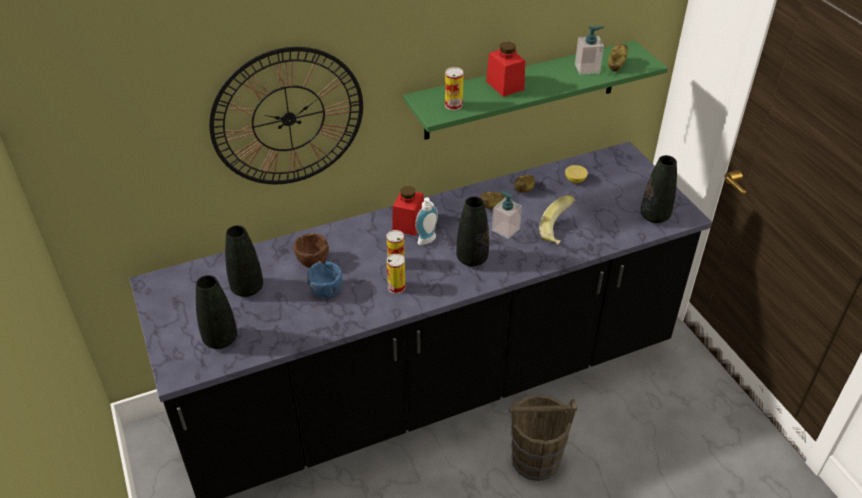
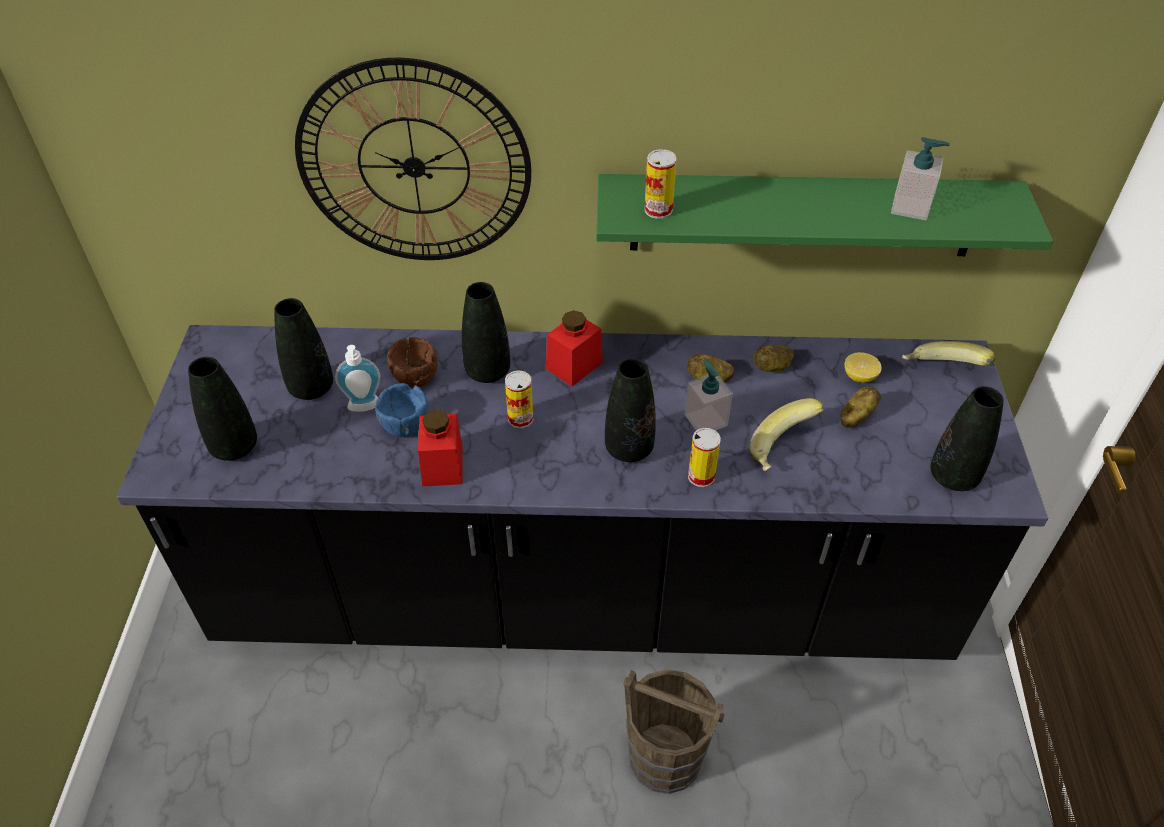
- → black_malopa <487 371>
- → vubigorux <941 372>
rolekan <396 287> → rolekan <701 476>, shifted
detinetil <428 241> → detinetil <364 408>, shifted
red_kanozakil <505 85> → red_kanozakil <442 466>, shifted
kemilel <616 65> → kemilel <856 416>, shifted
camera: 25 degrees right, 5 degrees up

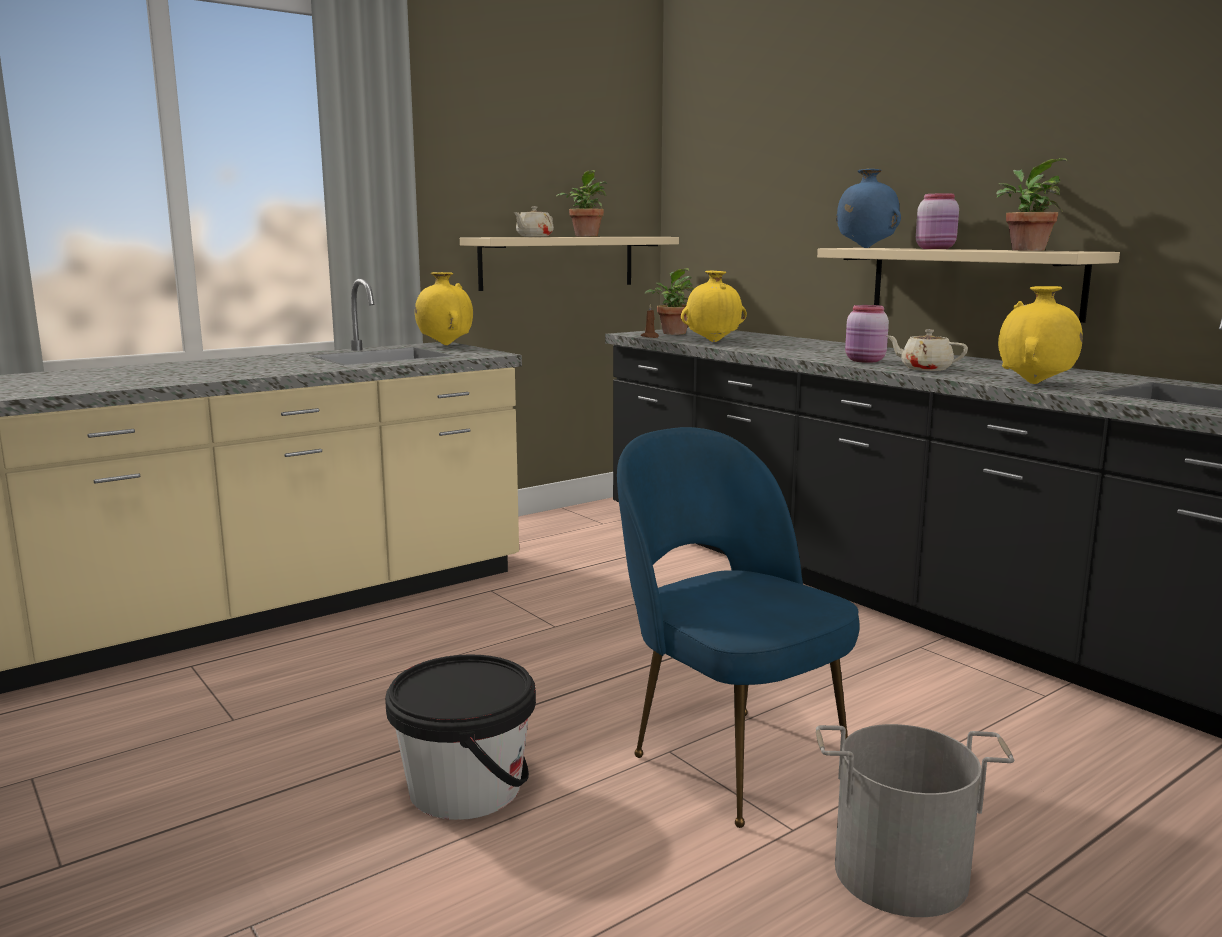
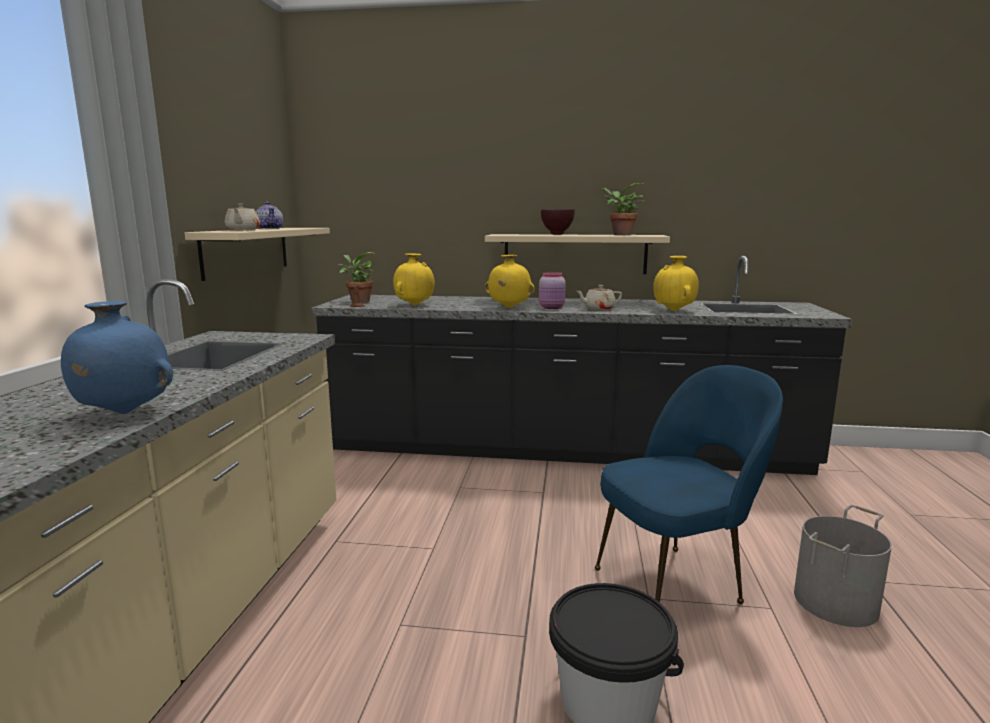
yellow_malopa <445 345> → yellow_malopa <509 308>, shifted
blue_malopa <865 248> → blue_malopa <123 413>, shifted
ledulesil <585 236> → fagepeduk <270 228>
pink_kanozakil <936 248> → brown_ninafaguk <558 234>
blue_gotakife <729 757> → blue_gotakife <676 583>, 150 degrees clockwise
camera: 45 degrees left, 0 degrees up

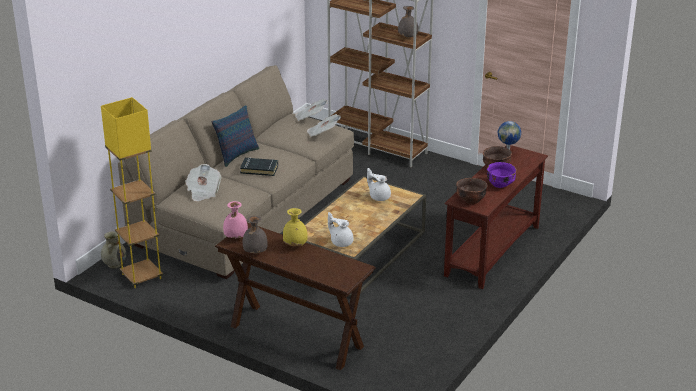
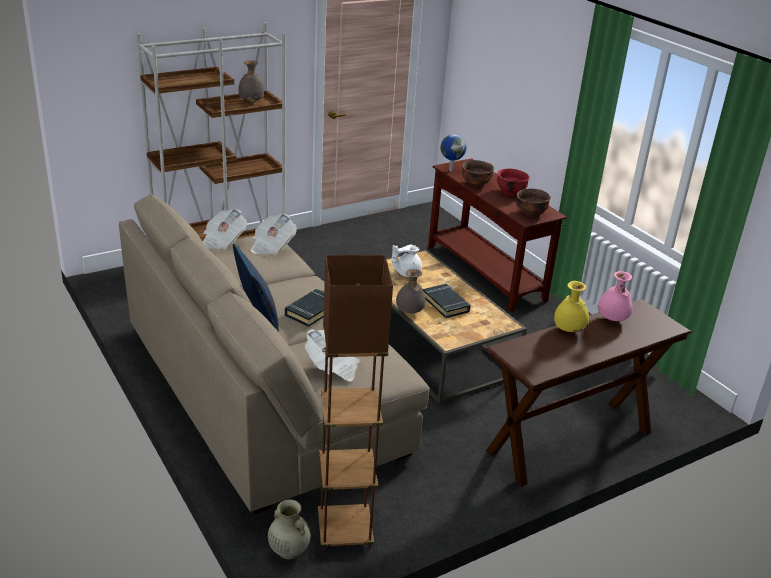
white_fagepeduk <341 242> → -
- → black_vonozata <446 304>
pink_malopa <235 237> → pink_malopa <612 320>, shifted
grey_malopa <254 252> → grey_malopa <409 312>, shifted
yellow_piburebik <141 276> → brown_piburebik <345 531>
purple_ninafaguk <500 184> → red_ninafaguk <510 192>
camera: 65 degrees left, 0 degrees up

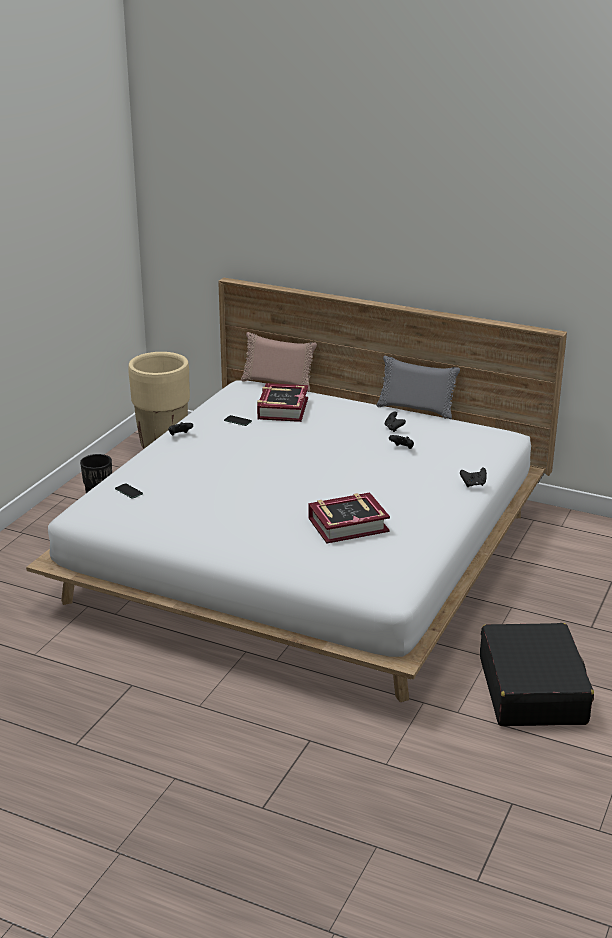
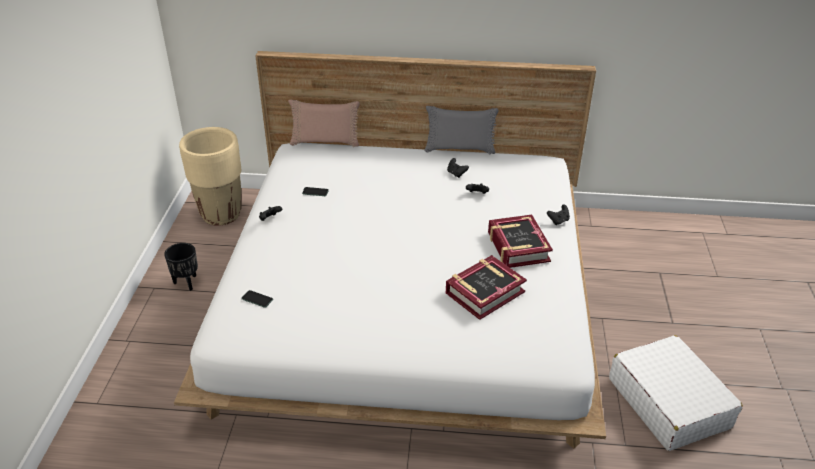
vonozata <282 409> → vonozata <517 247>, shifted
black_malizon <532 690> → white_malizon <668 402>
camera: 20 degrees left, 10 degrees up

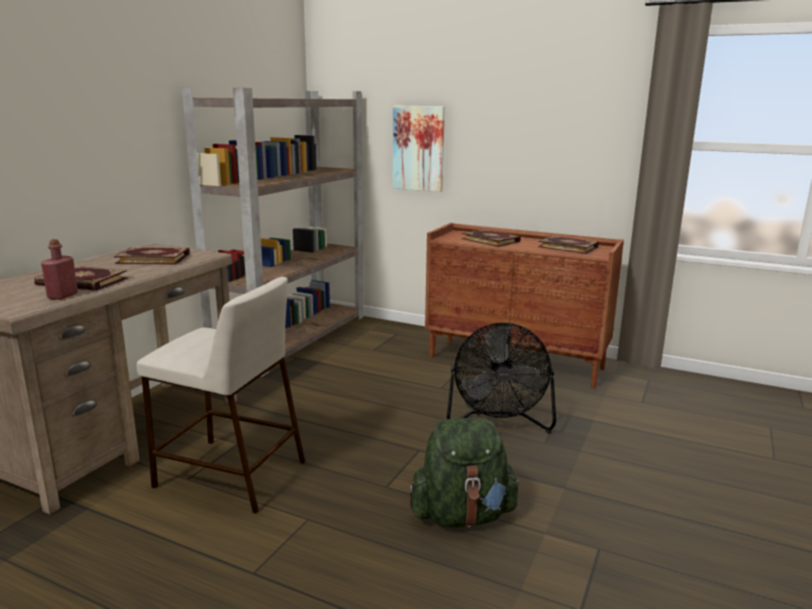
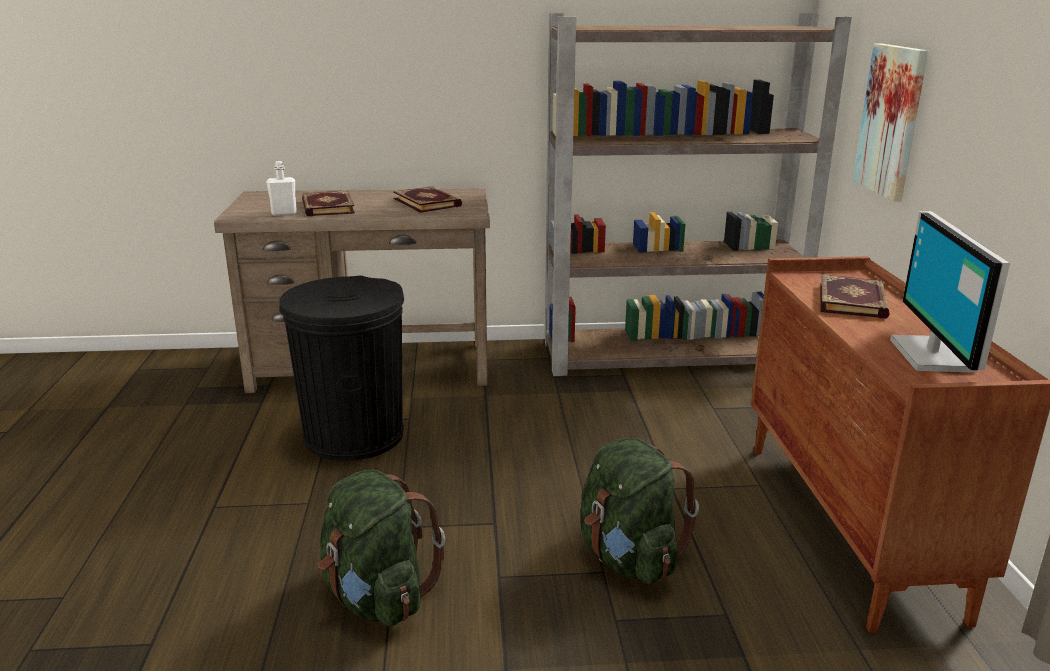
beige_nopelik <229 474> → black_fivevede <353 435>
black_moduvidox <494 421> → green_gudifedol <629 558>
vonozata <568 247> → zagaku <935 355>
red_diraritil <62 296> → white_diraritil <284 213>
camera: 60 degrees right, 5 degrees up

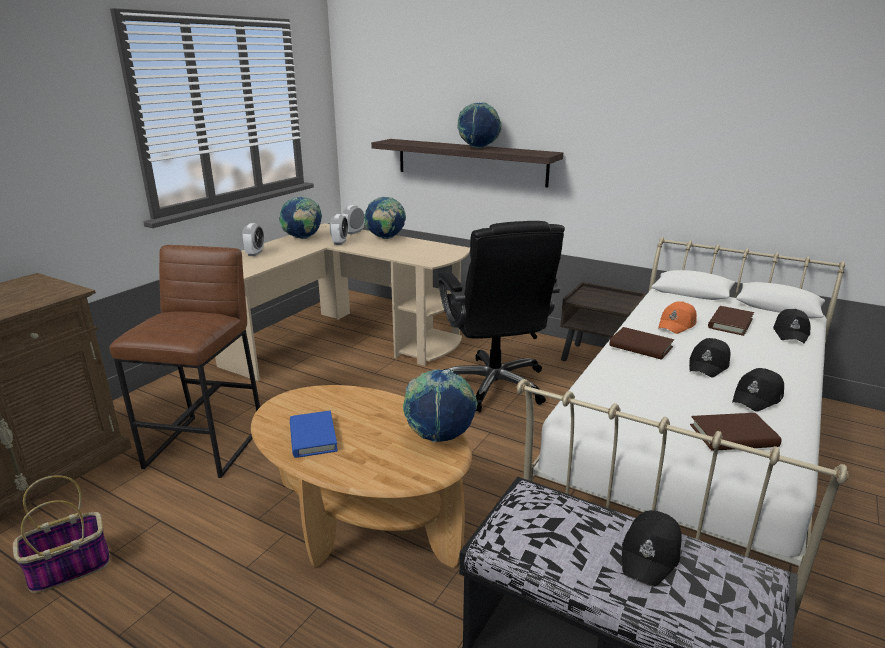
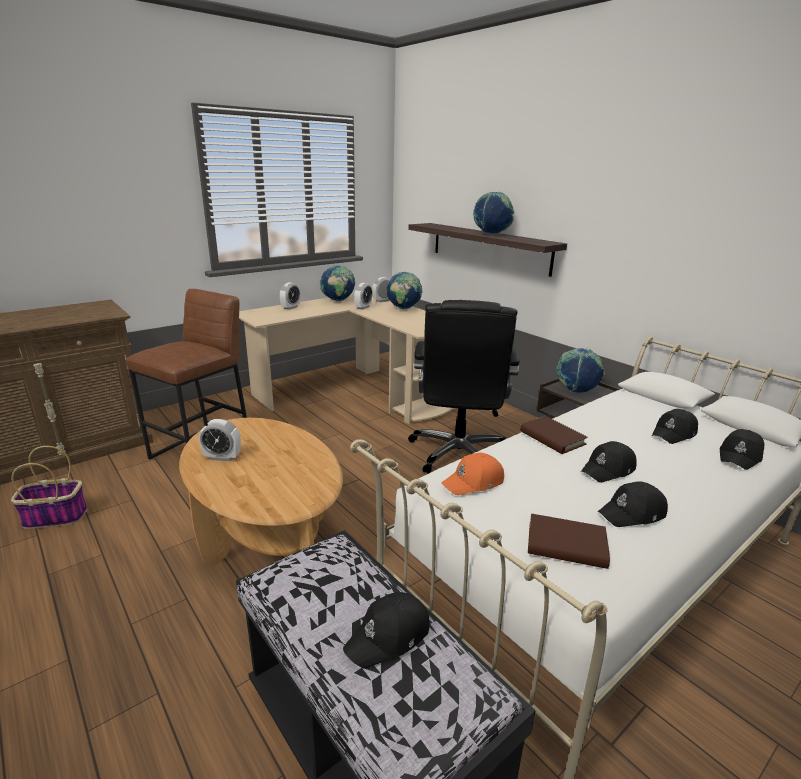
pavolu <439 437> → pavolu <576 391>, shifted
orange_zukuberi <677 325> → orange_zukuberi <474 482>, shifted
blue_vonozata <313 437> → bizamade <222 457>
brown_vonozata <730 323> → black_zukuberi <674 433>
camera: 20 degrees right, 0 degrees up

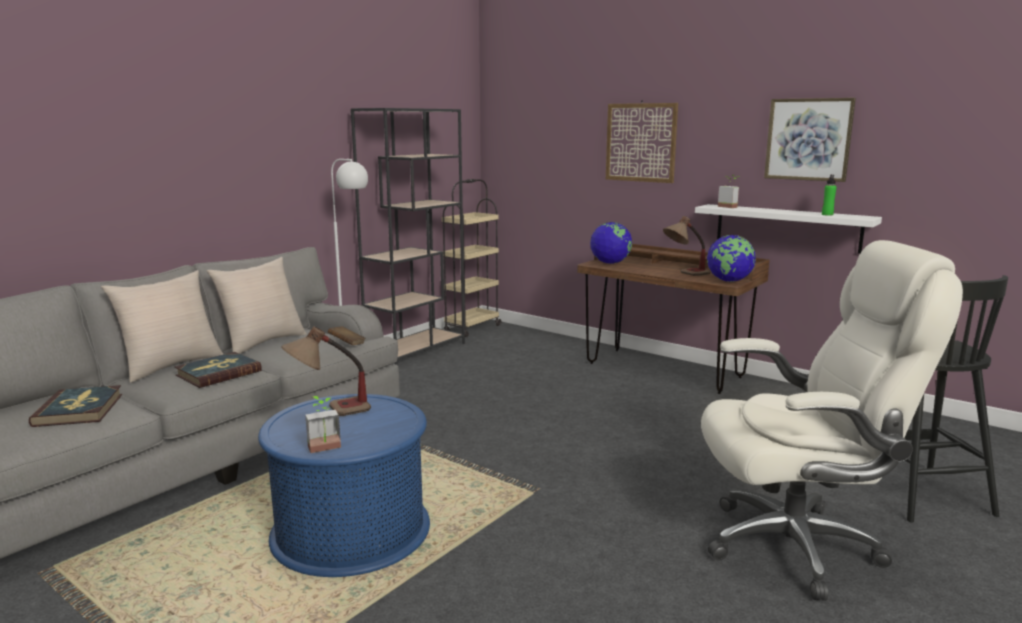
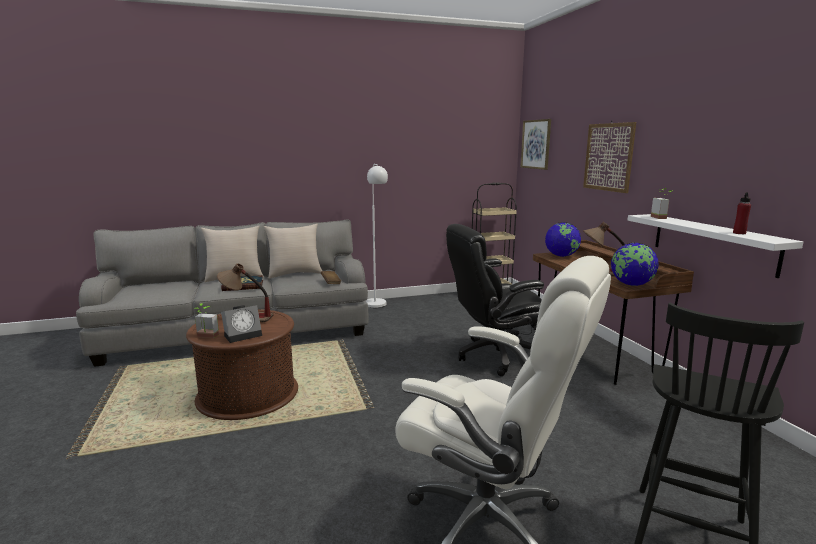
vonozata <79 410> → -
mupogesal <416 350> → -
- → bizamade <243 335>
- → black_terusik <493 356>
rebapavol <808 139> → rebapavol <536 144>, shifted
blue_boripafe <351 530> → brown_boripafe <248 393>
green_diraritil <827 214> → red_diraritil <739 233>
camera: 35 degrees right, 0 degrees up

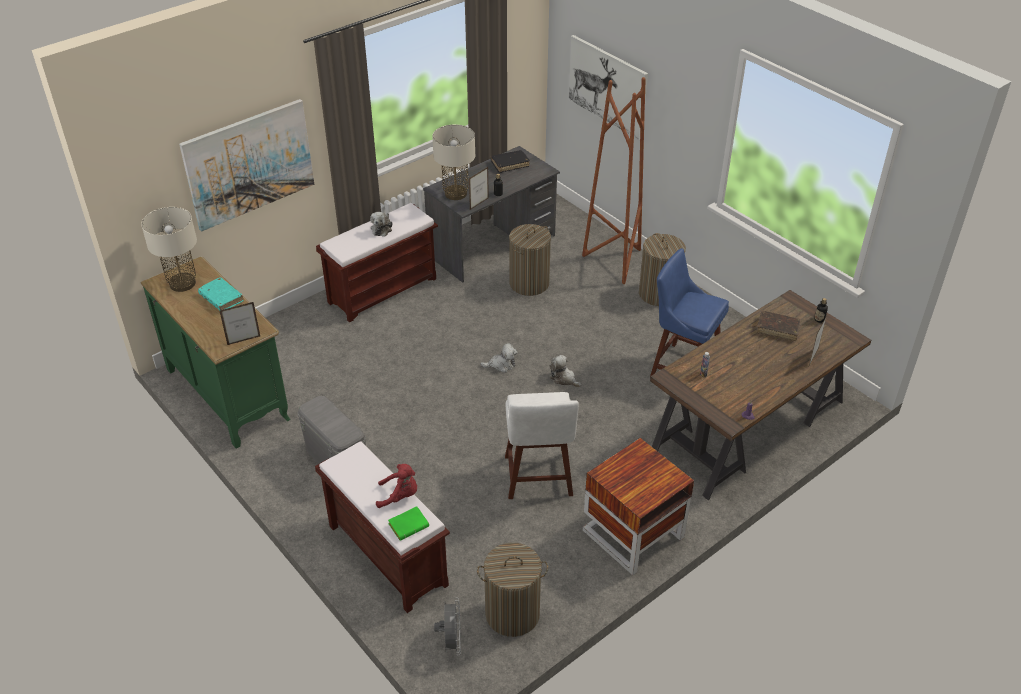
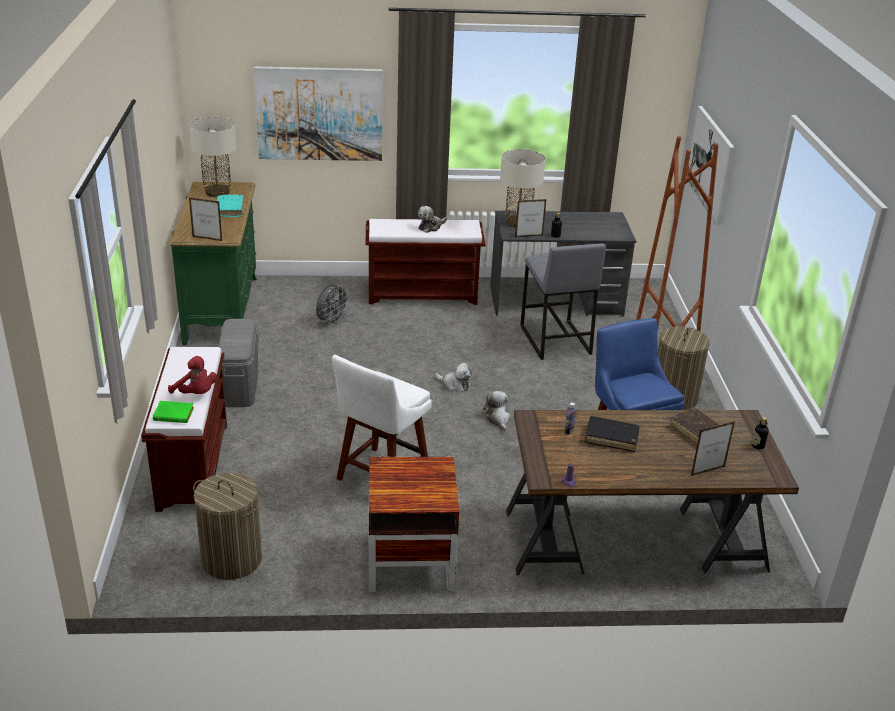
grey_moduvidox <451 642> → grey_moduvidox <331 321>, shifted
black_vonozata <510 164> → black_vonozata <611 438>, shifted
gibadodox <529 283> → grey_nopelik <555 340>
camera: 35 degrees right, 10 degrees down

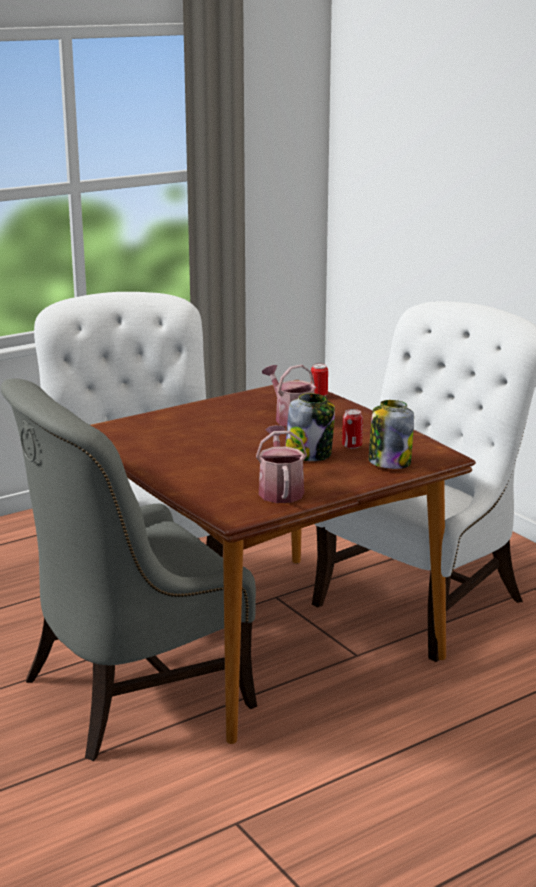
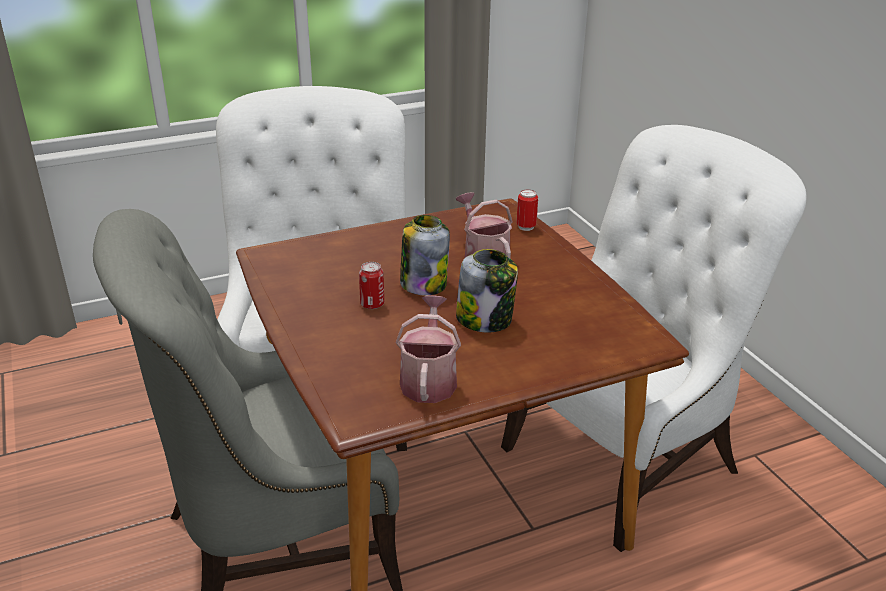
rolekan <352 446> → rolekan <372 304>, shifted
kanozakil <389 462> → kanozakil <423 284>, shifted
camera: 10 degrees right, 10 degrees up

